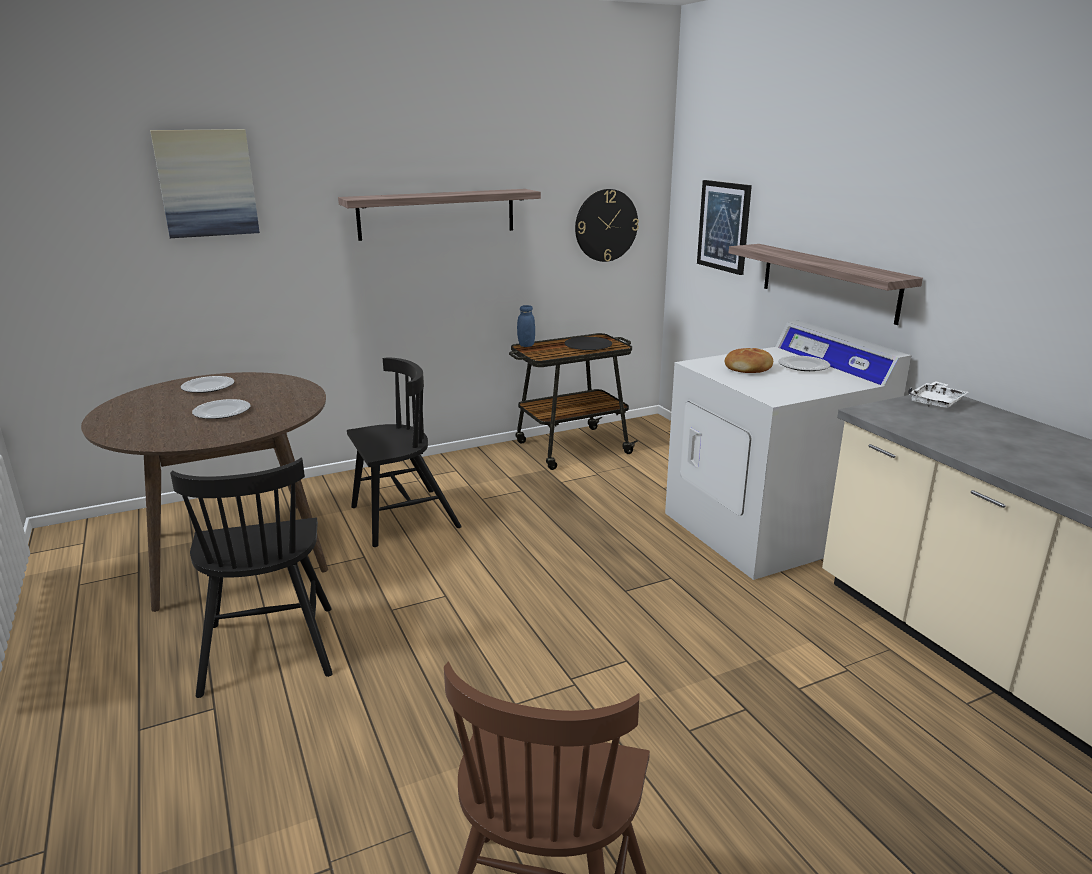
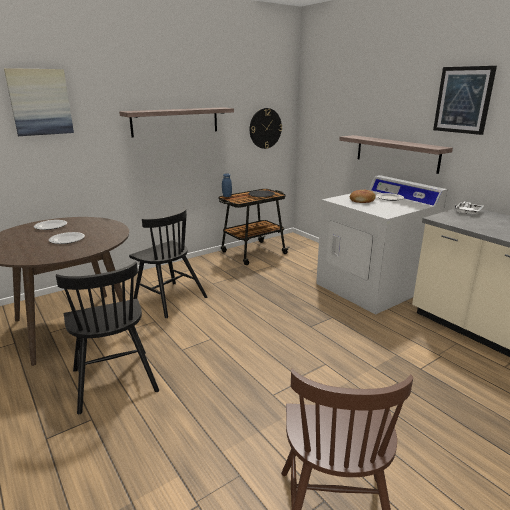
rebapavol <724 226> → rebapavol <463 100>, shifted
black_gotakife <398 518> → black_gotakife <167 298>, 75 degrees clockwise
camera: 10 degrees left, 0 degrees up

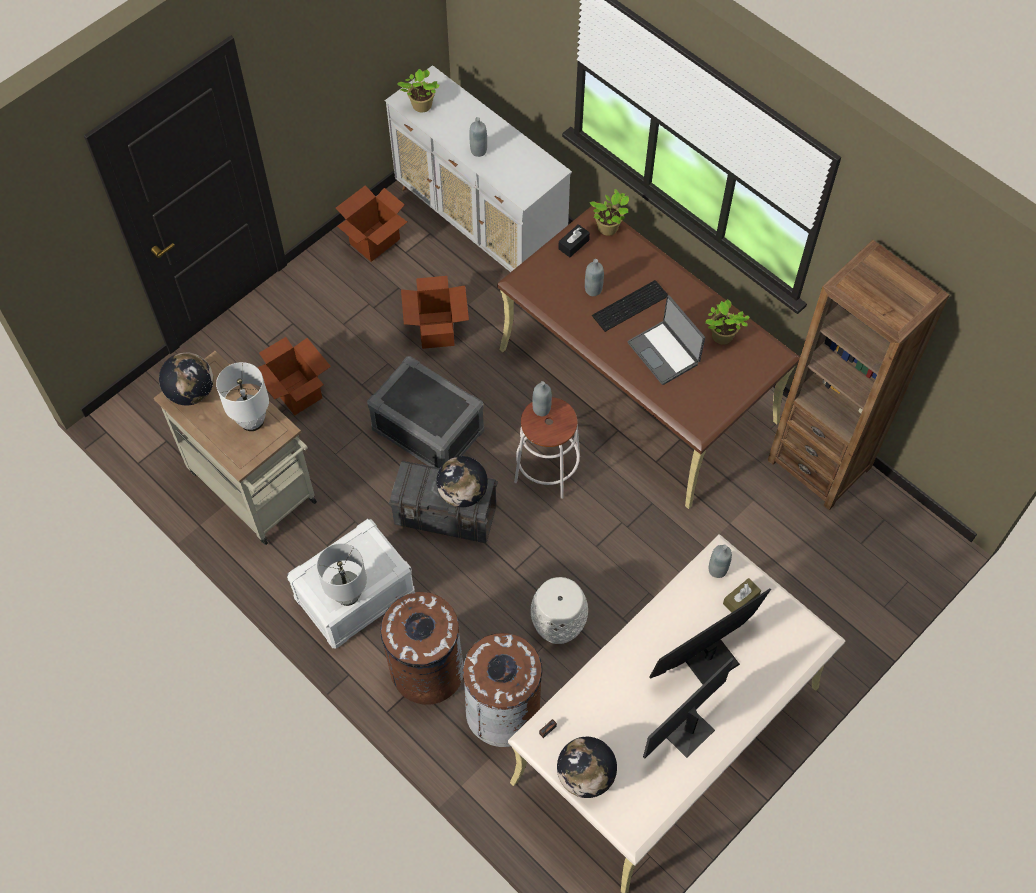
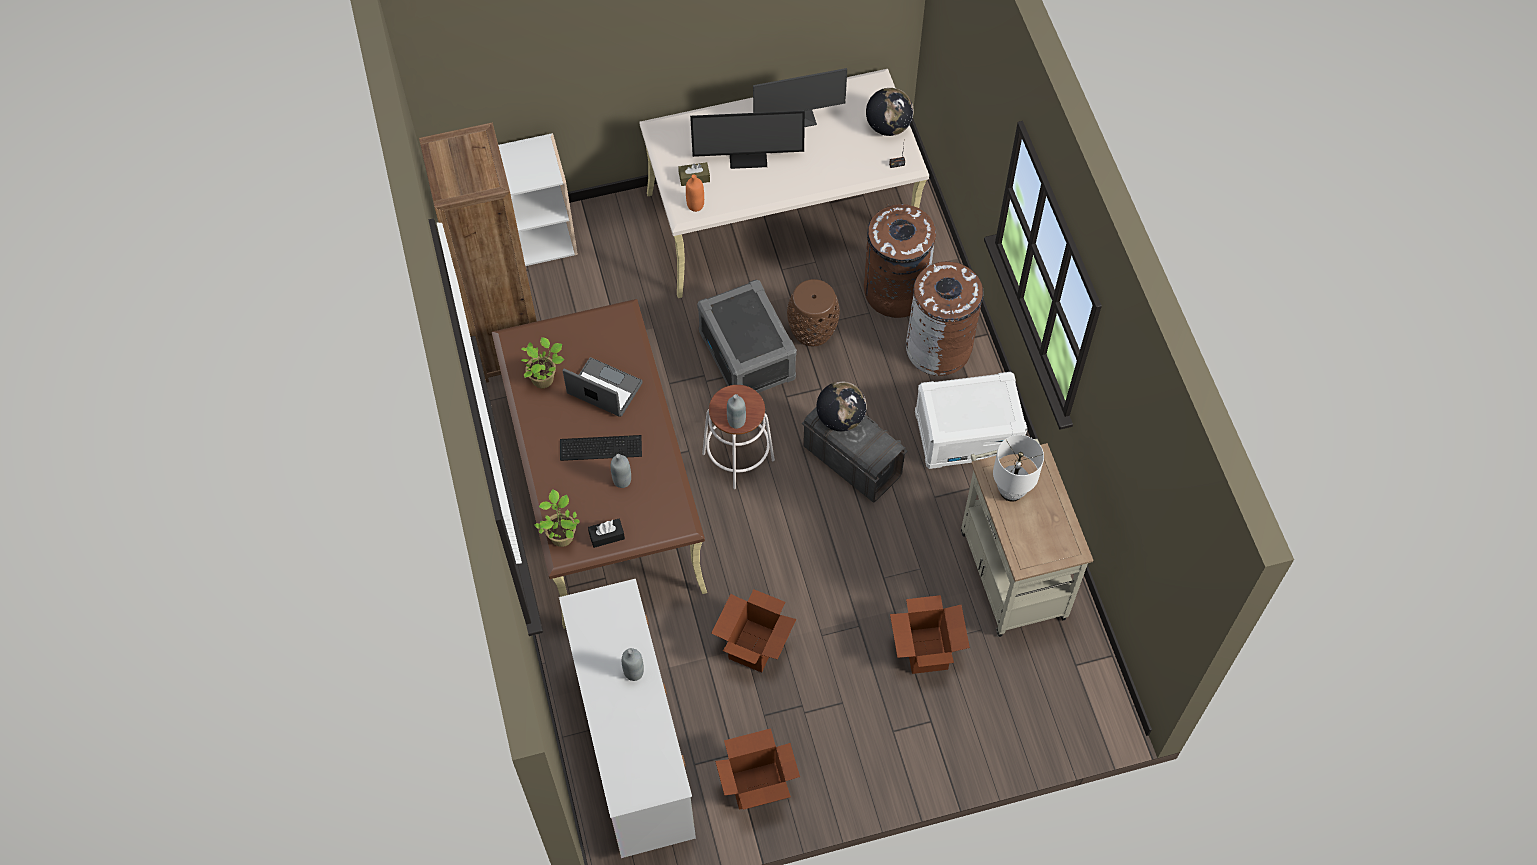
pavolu <191 392> → -
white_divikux <347 595> → -
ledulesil <421 106> → -
- → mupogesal <543 237>
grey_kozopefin <427 430> → grey_kozopefin <747 355>, shifted
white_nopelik <558 624> → brown_nopelik <812 330>
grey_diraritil <717 570> → orange_diraritil <695 205>
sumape <664 353> → sumape <604 390>, 60 degrees counterclockwise
camera: 150 degrees left, 0 degrees up

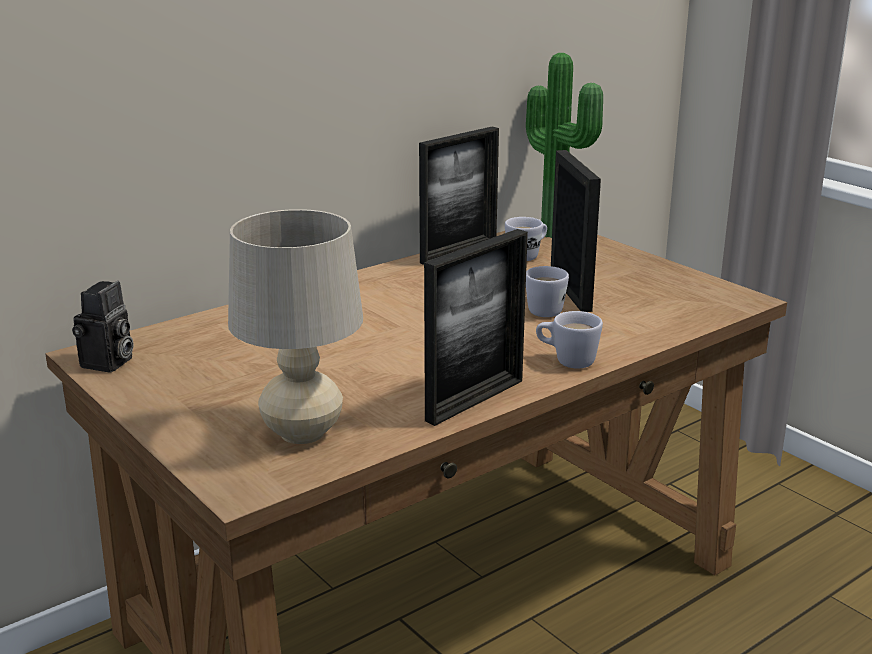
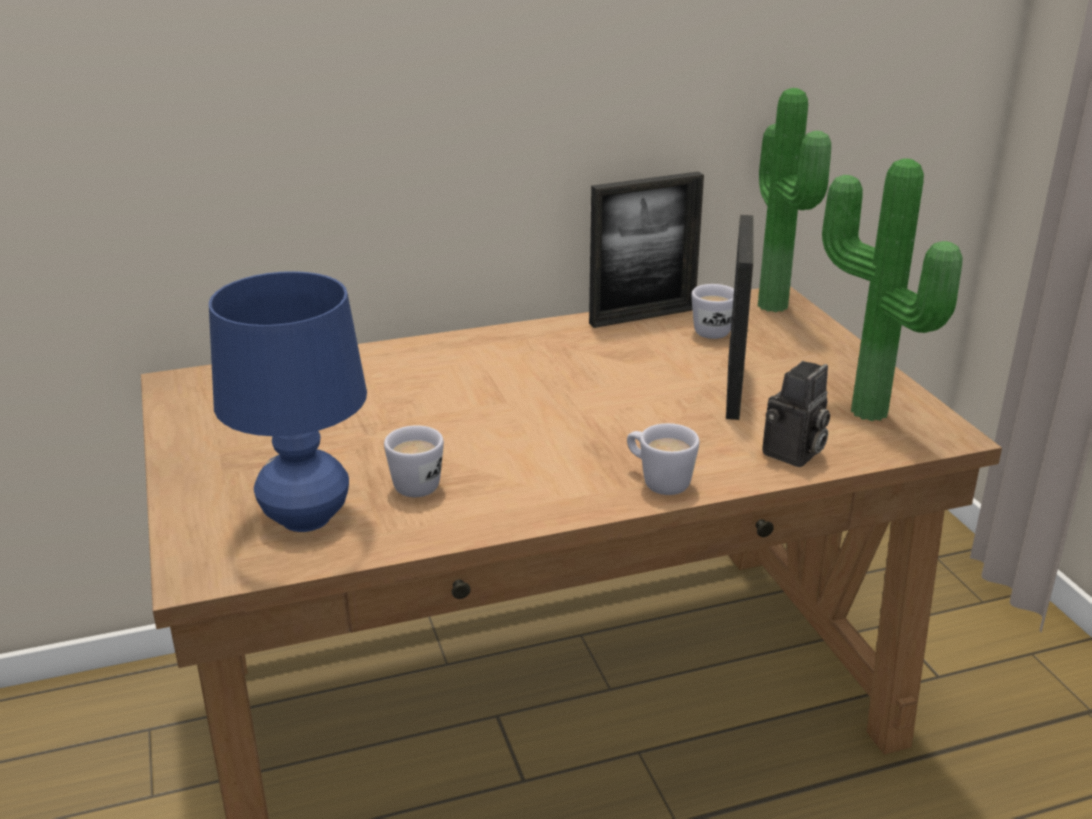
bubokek <475 400> → -
- → ledulesil <864 414>
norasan <108 364> → norasan <793 454>, shifted
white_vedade <541 309> → white_vedade <417 482>, shifted
beige_divikux <302 433> → blue_divikux <305 518>
camera: 20 degrees right, 5 degrees up

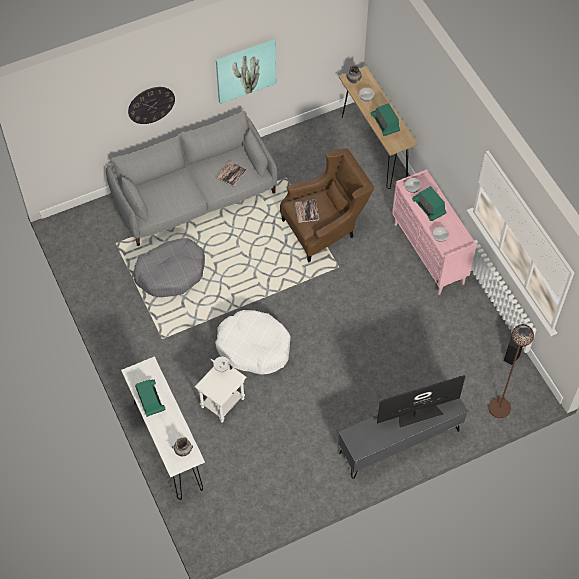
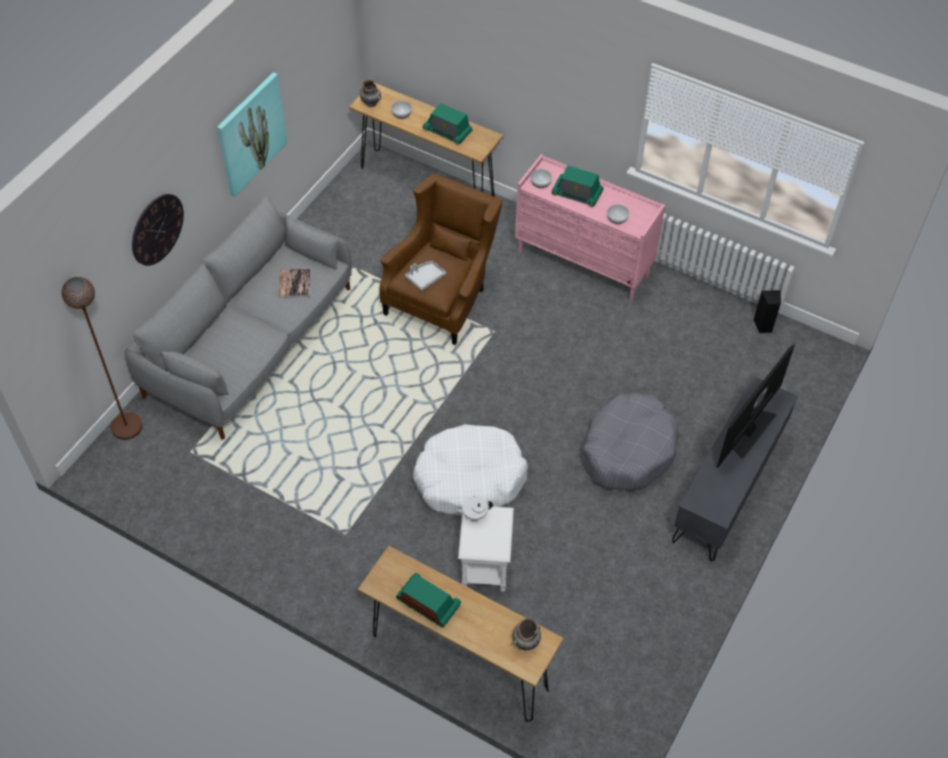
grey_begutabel <171 273> → grey_begutabel <628 450>, shifted
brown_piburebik <499 408> → brown_piburebik <126 426>, shifted
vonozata <306 211> → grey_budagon <425 278>
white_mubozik <168 445> → brown_mubozik <459 662>
camera: 35 degrees left, 5 degrees down

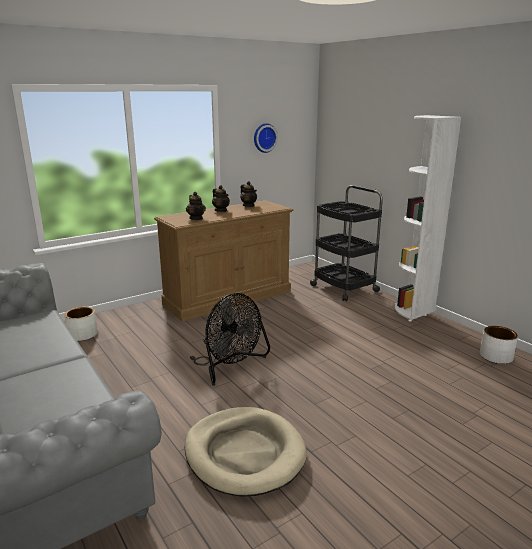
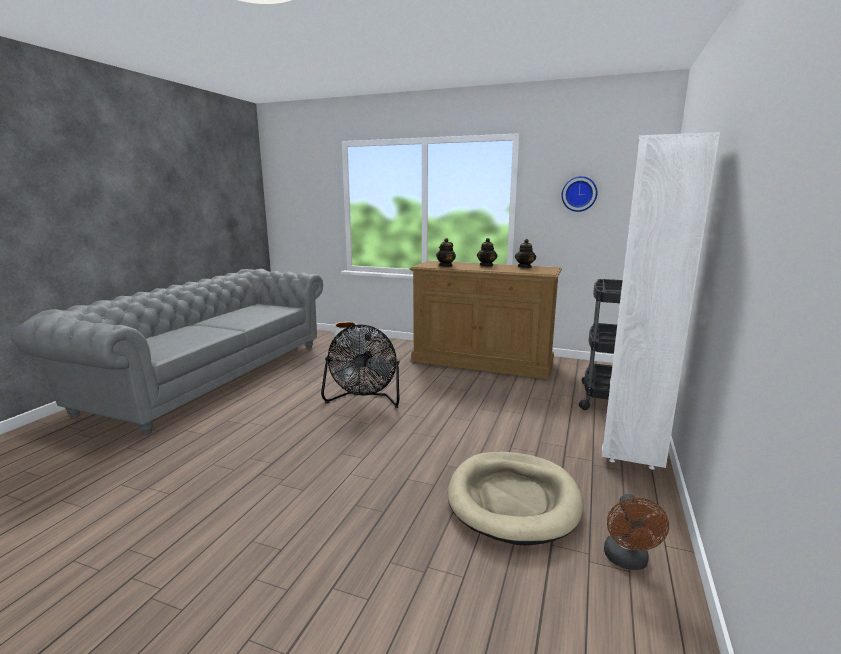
beige_begutabel <244 453> → beige_begutabel <513 500>, shifted
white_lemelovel <495 356> → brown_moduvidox <627 561>
camera: 55 degrees right, 5 degrees down

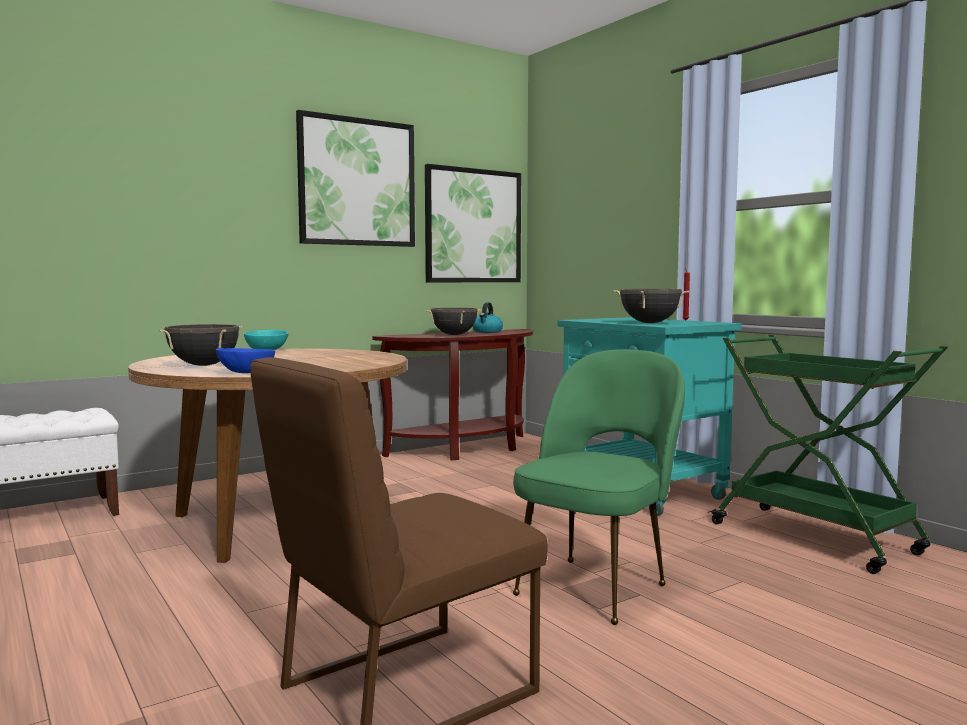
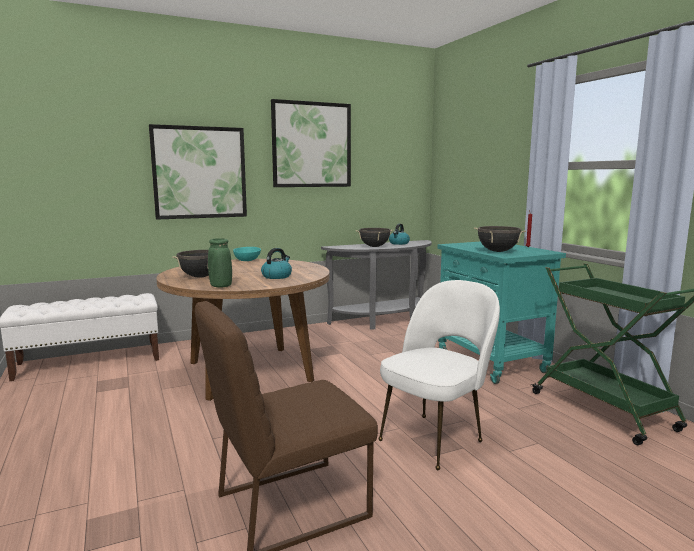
- → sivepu <277 276>
rebapavol <473 226> → rebapavol <199 172>, shifted
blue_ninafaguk <246 372> → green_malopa <221 286>
brown_mubozik <467 449> → grey_mubozik <383 321>
green_gotakife <597 586> → white_gotakife <436 438>
camera: 10 degrees right, 5 degrees up

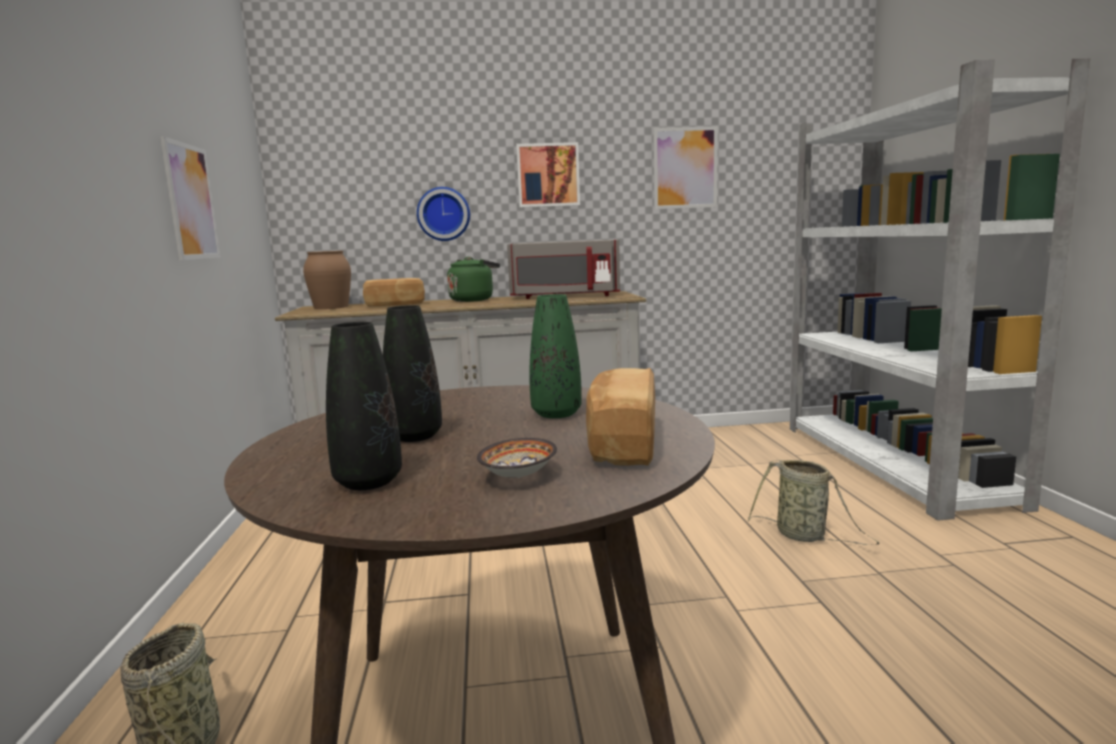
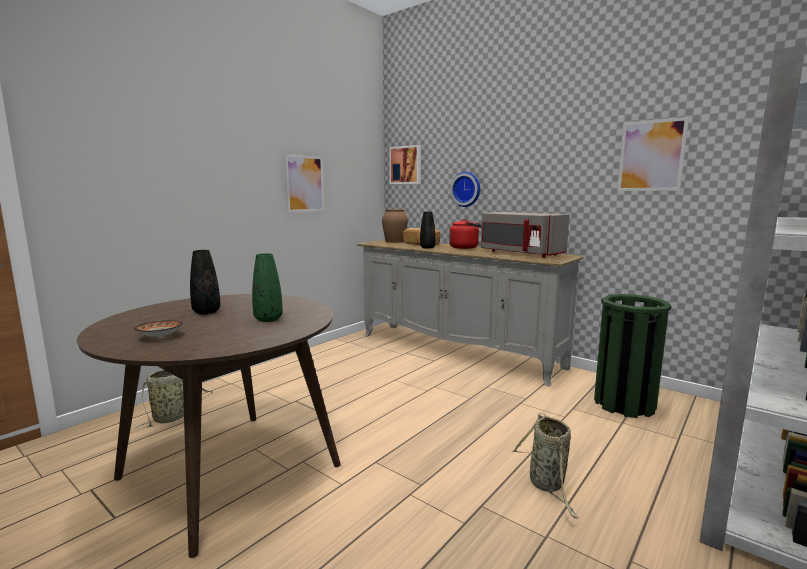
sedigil <621 444> → -
- → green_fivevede <624 404>
black_malopa <368 482> → black_malopa <427 248>, shifted
rebapavol <548 175> → rebapavol <406 165>, shifted
green_sivepu <473 300> → red_sivepu <466 247>
camera: 45 degrees right, 0 degrees up

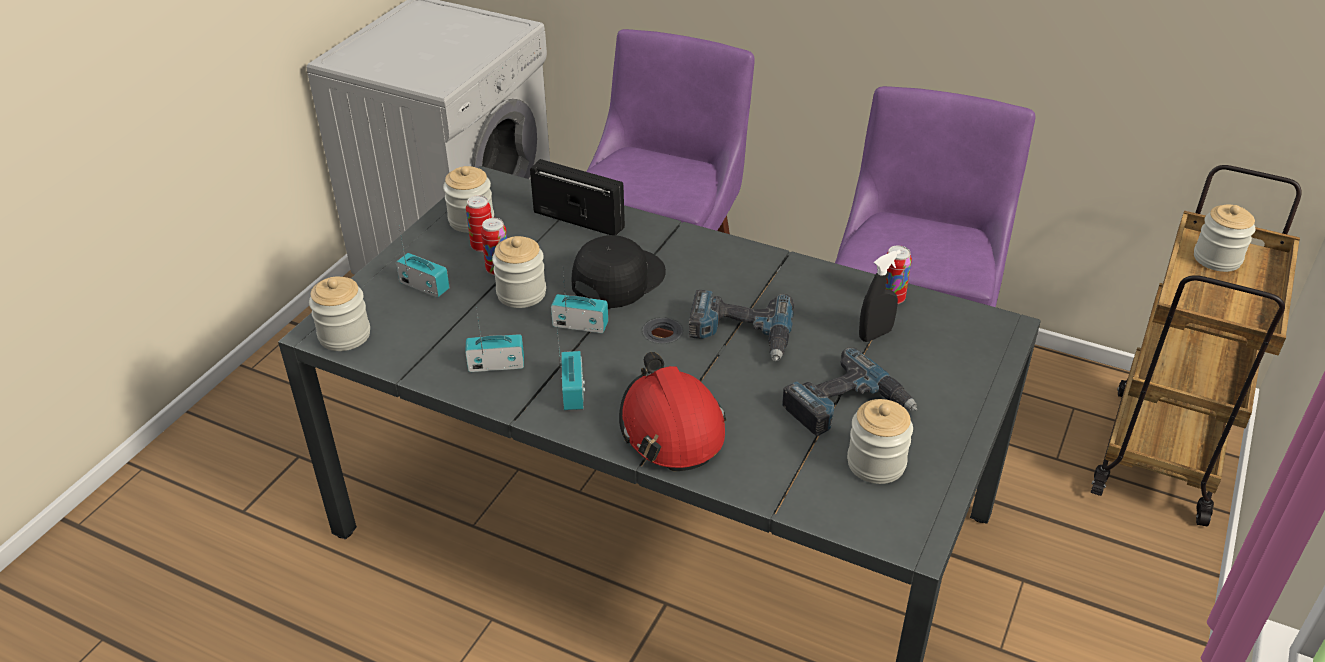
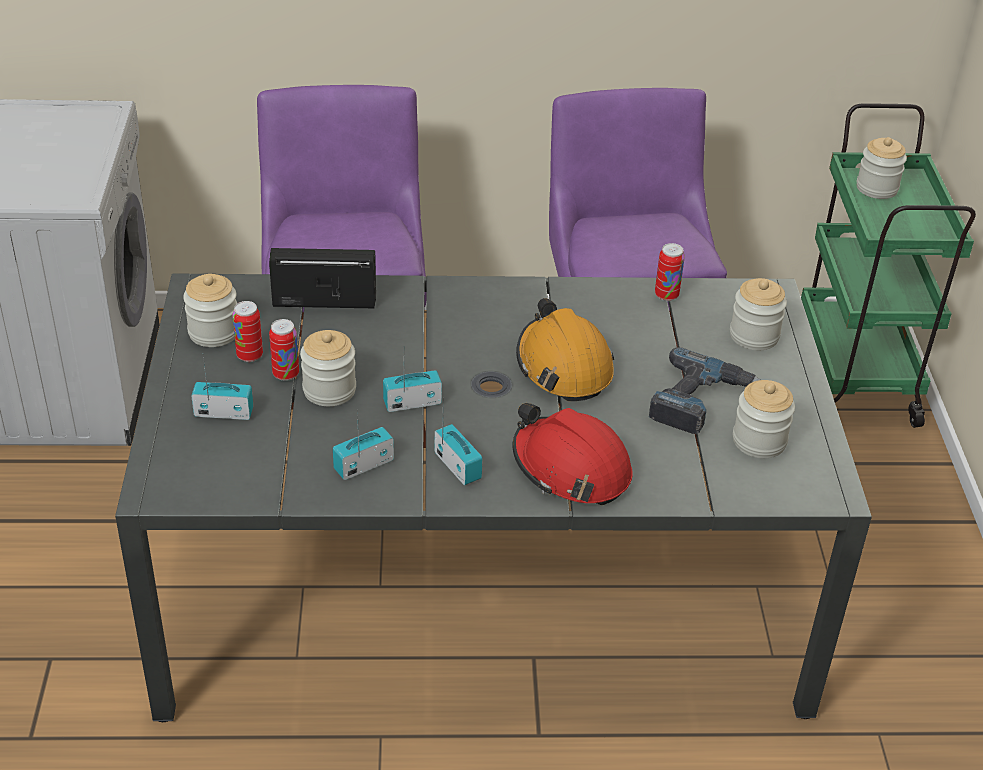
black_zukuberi <617 278> → -
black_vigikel <875 334> → -
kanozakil <344 335> → kanozakil <754 336>, shifted
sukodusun <740 334> → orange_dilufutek <563 366>
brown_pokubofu <1159 456> → green_pokubofu <853 380>
camera: 30 degrees left, 0 degrees up

